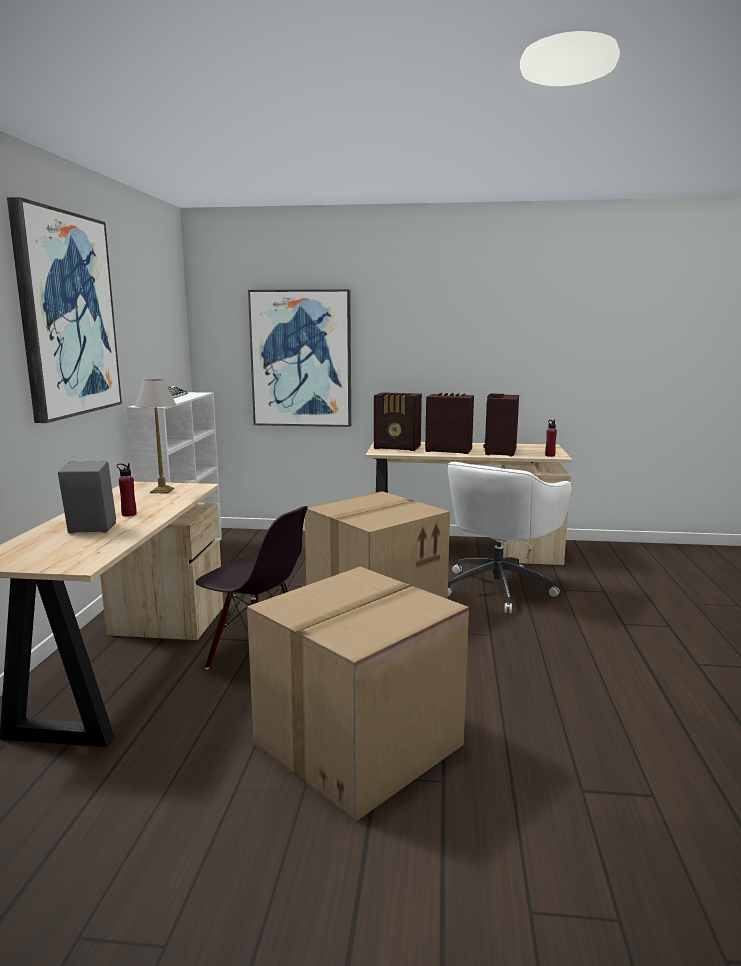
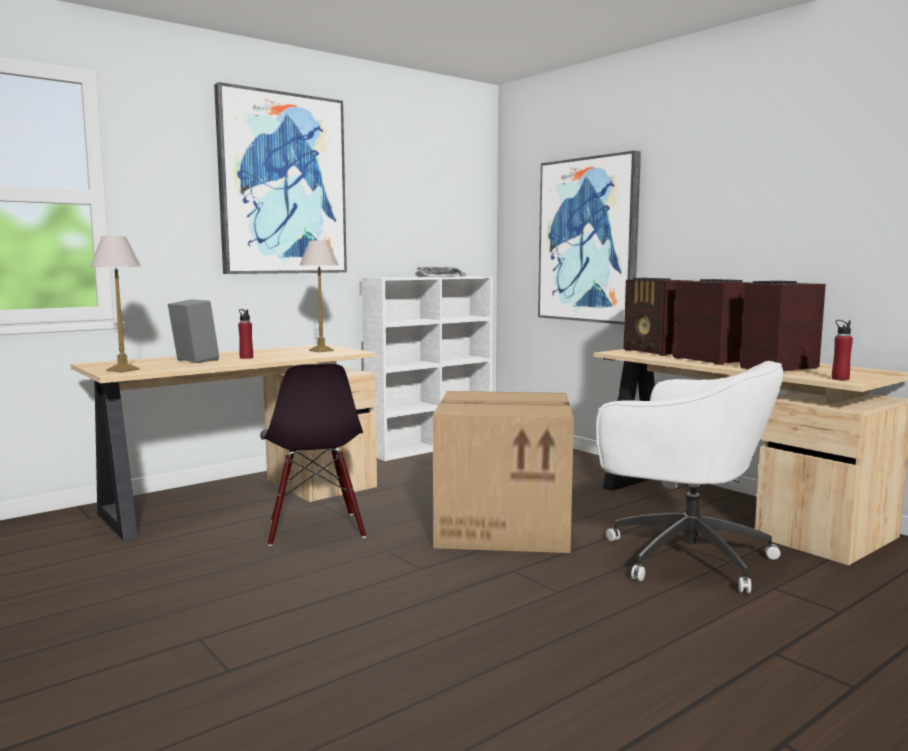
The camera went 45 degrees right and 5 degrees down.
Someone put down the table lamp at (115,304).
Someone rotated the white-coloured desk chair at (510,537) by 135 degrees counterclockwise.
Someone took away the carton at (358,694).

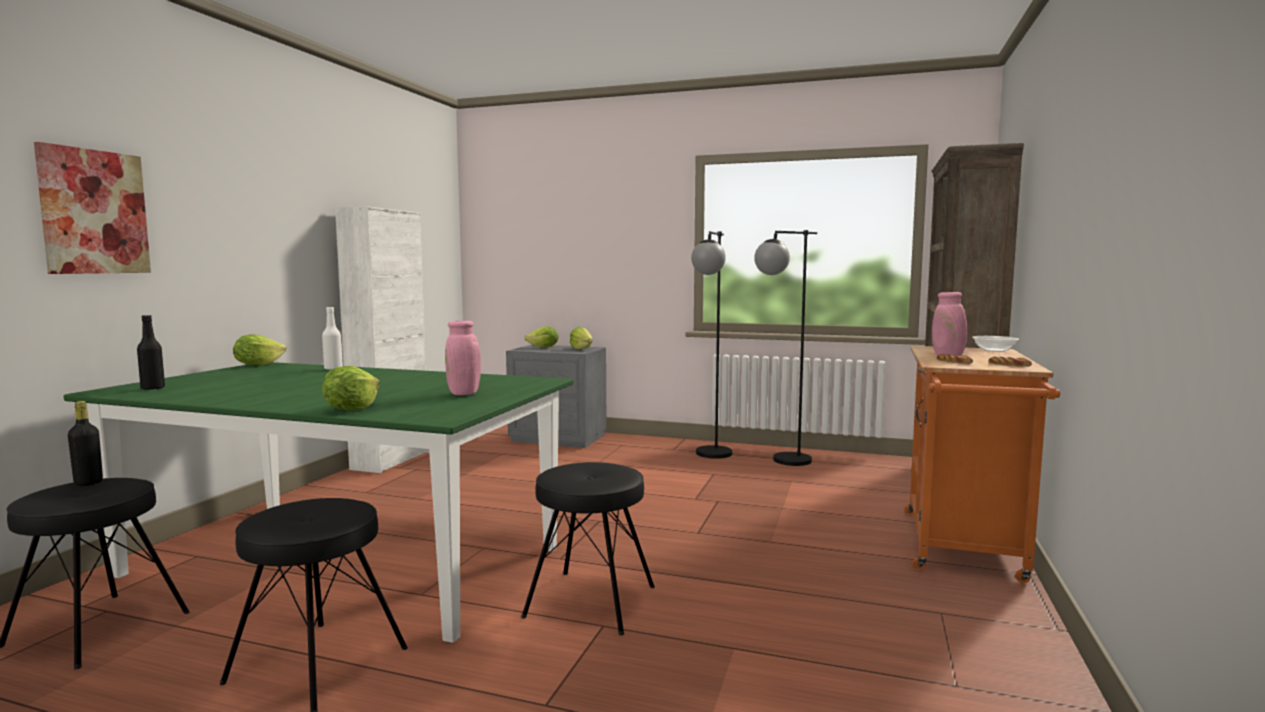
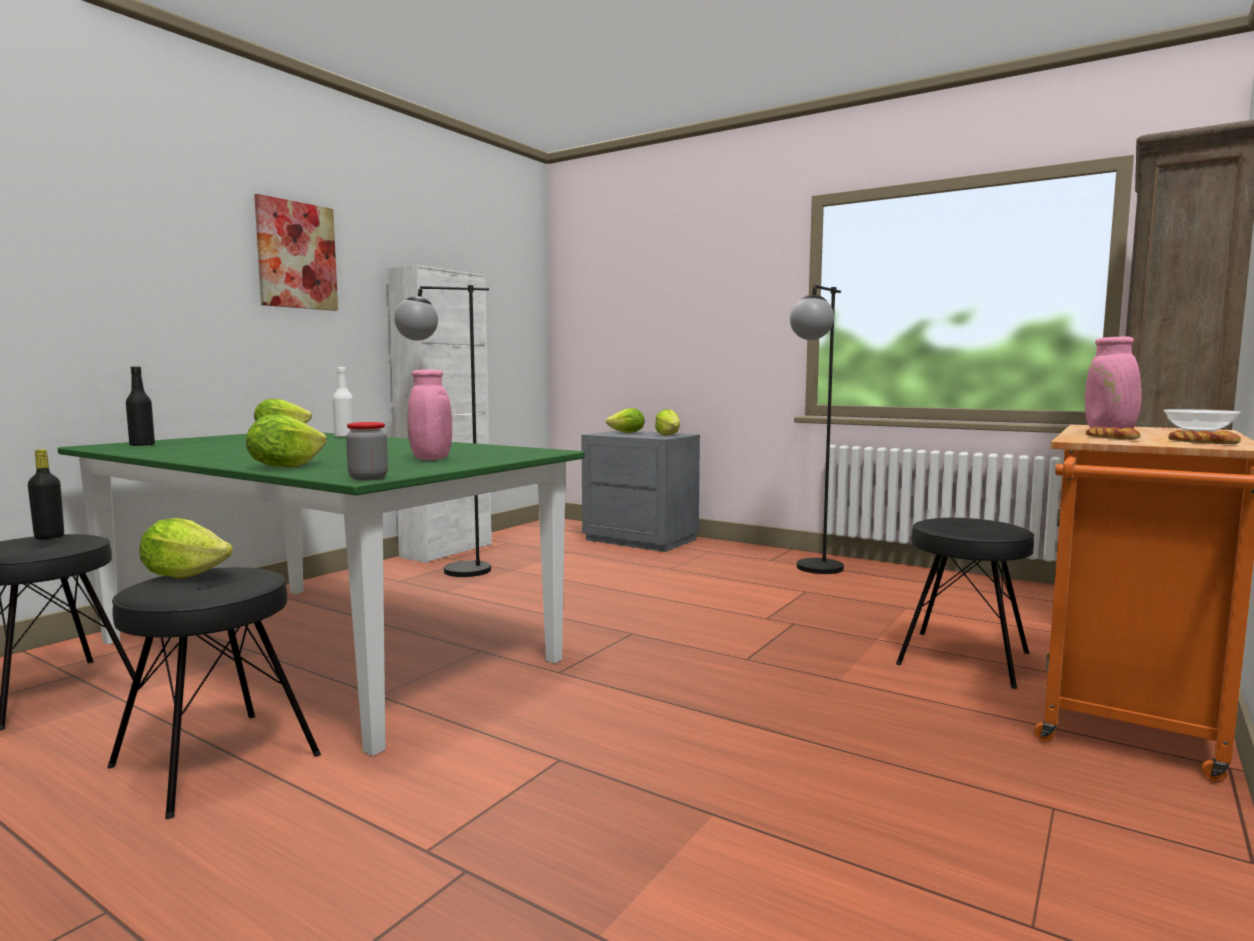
The camera went 15 degrees right and 0 degrees up.
Someone put down the lettuce head at (186,548).
Someone carried the wall art from (92,208) to (296,252).
Someone put down the preserve jar at (367,451).
Someone carried the black standard lamp from (785,348) to (442,431).
Someone carried the black sitting stool from (588,549) to (965,603).

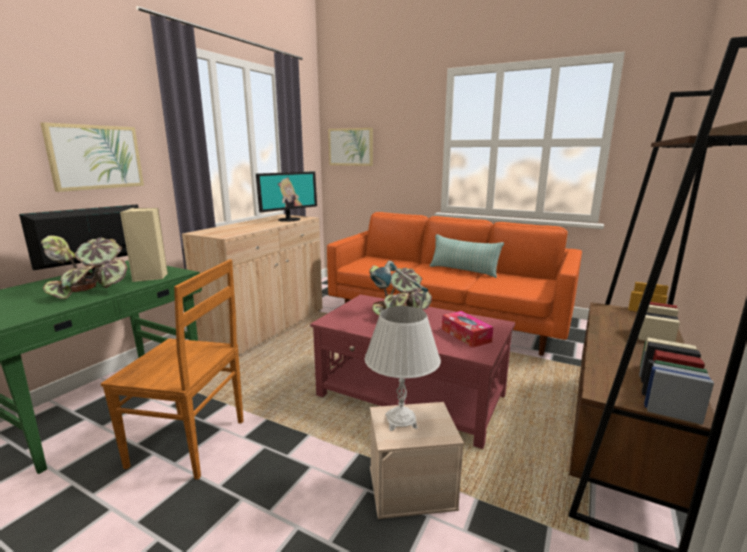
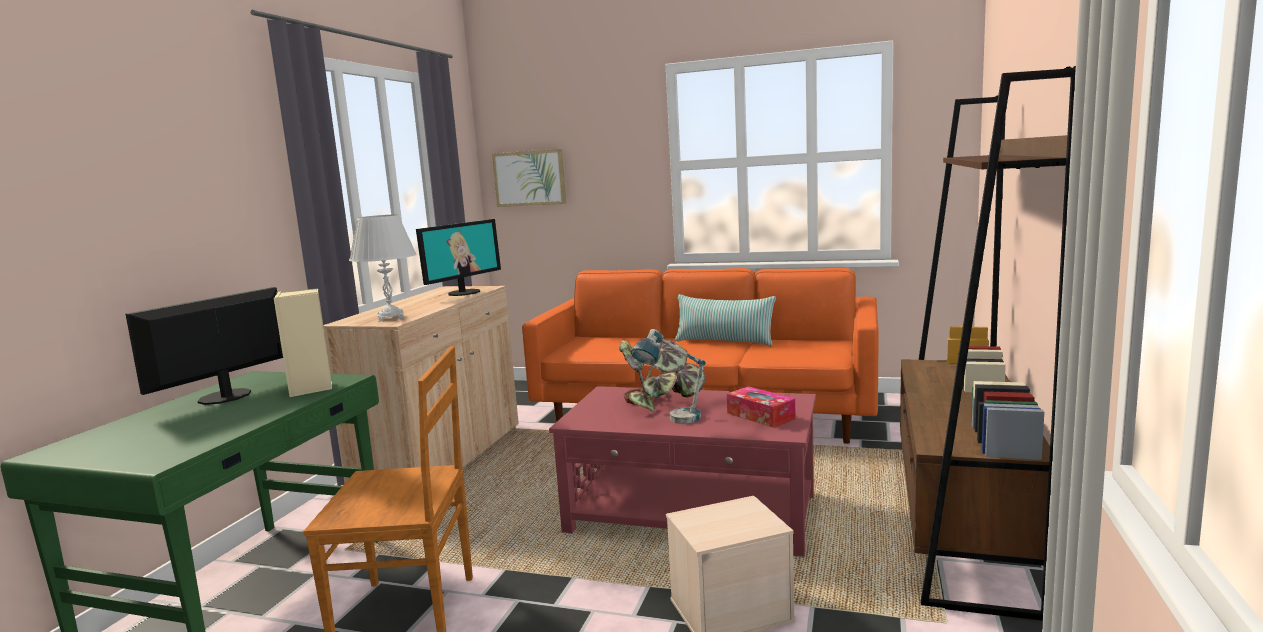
The camera went 10 degrees left and 5 degrees down.
Someone carried the white-coloured table lamp from (402,368) to (383,268).
Someone took away the wall art at (92,157).
Someone took away the plant in a pot at (84,267).

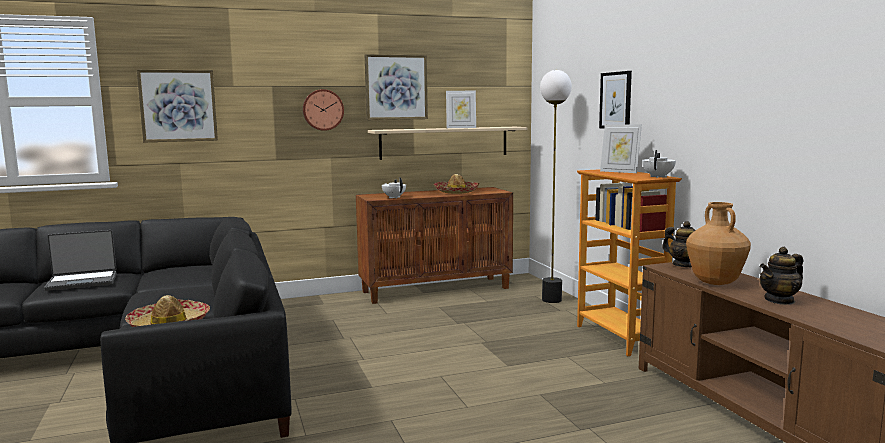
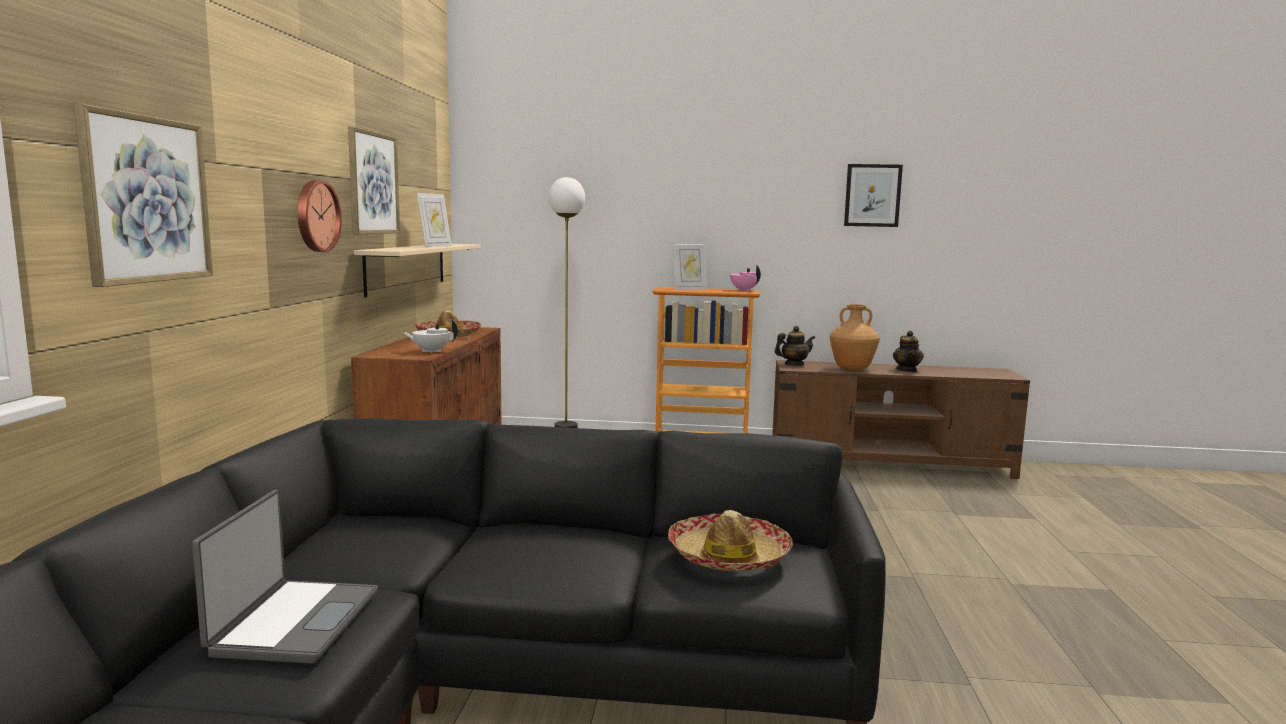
The camera went 65 degrees left and 0 degrees up.
Someone repainted the white-coloured teapot at (659,164), which became the pink-coloured teapot at (745,278).
Someone carried the wall art from (615,100) to (873,195).

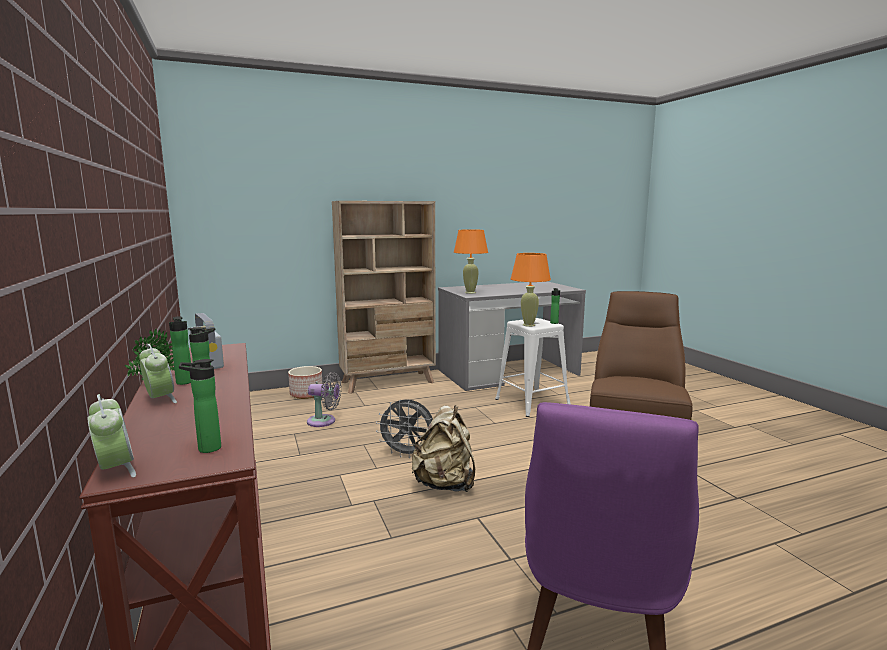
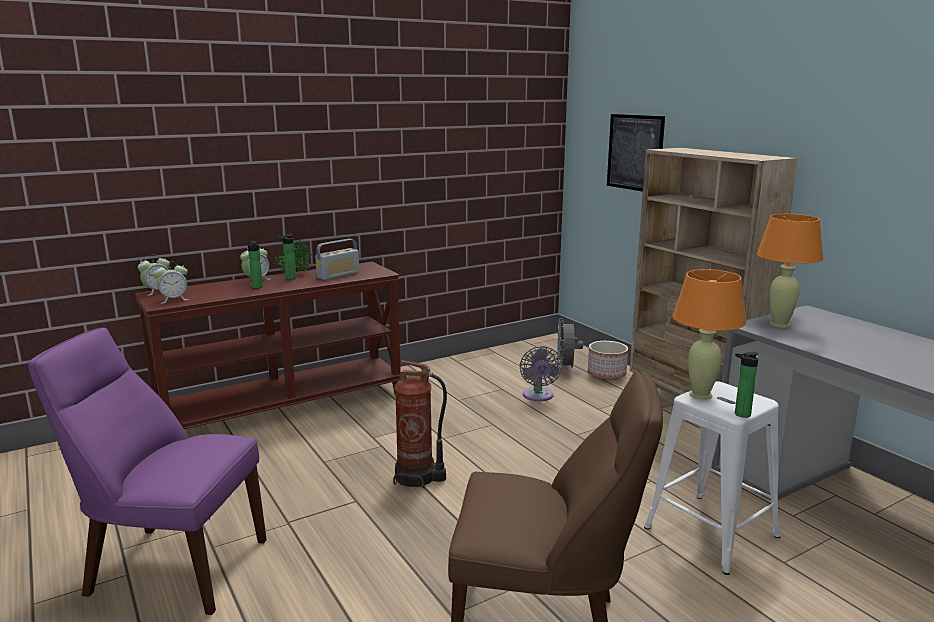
The camera went 80 degrees right and 5 degrees up.
Someone swapped the bottle at (200,406) for the bedside clock at (171,282).
Someone swapped the beige-coloured backpack at (443,448) for the fire extinguisher at (420,424).
Someone carried the gray cooling fan from (404,428) to (570,343).
Someone put up the wall art at (636,153).

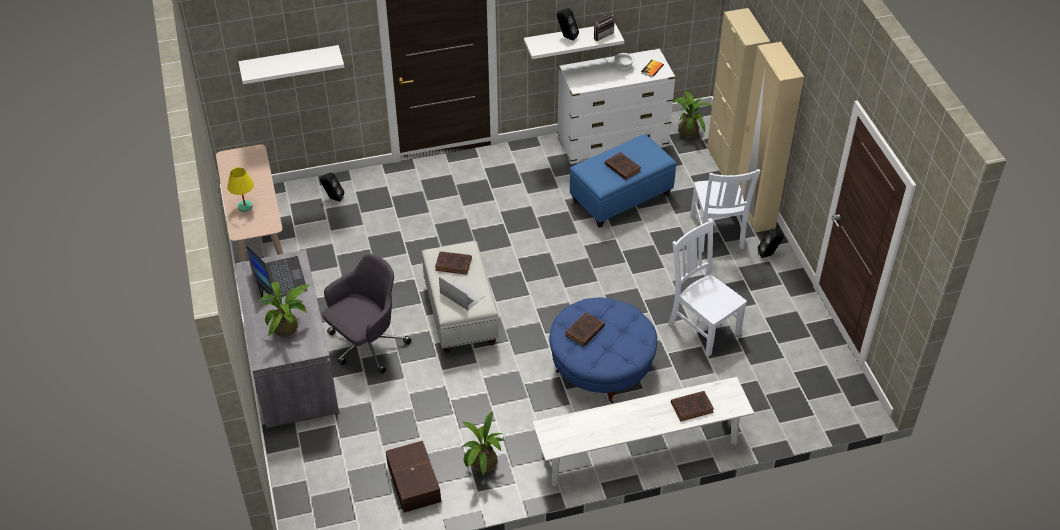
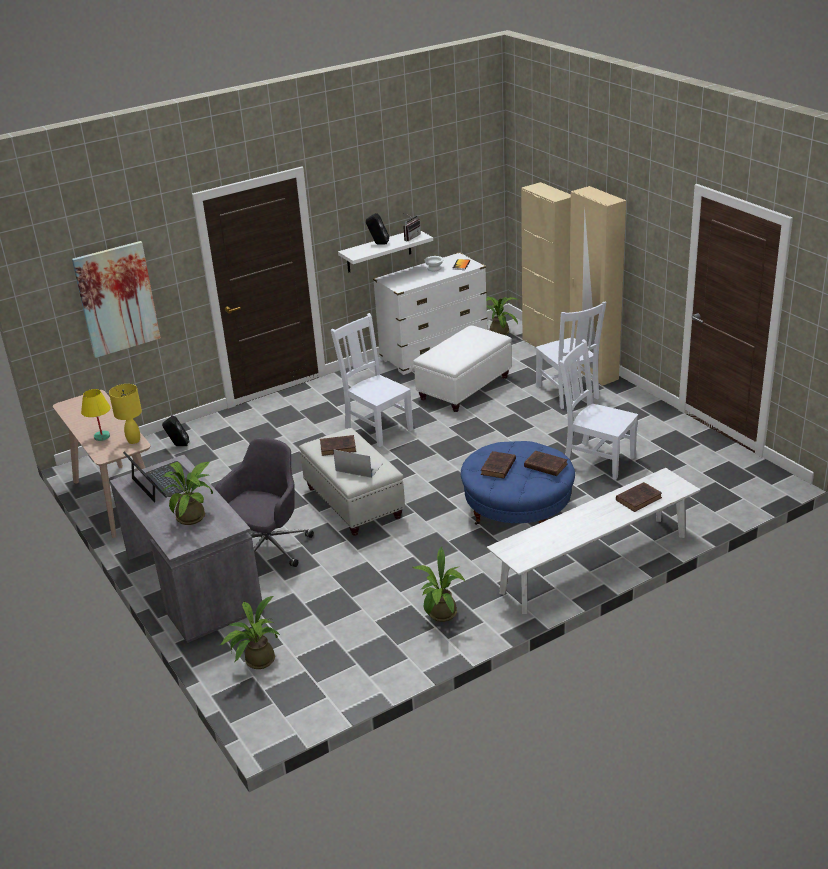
The camera went 15 degrees left and 15 degrees down.
Someone swapped the white-coloured bracket shelf at (291,64) for the wall art at (116,299).
Someone put down the yellow table lamp at (125,414).
Someone put down the plant in a pot at (250,632).
Someone put down the white-coloured plain chair at (372,380).
Someone repainted the bluish pouffe at (623,180), which became the white-coloured pouffe at (462,368).
Someone carried the brown book from (623,166) to (546,463).
Someone took away the brown storage box at (413,477).
Someone took away the black audio speaker at (771,243).

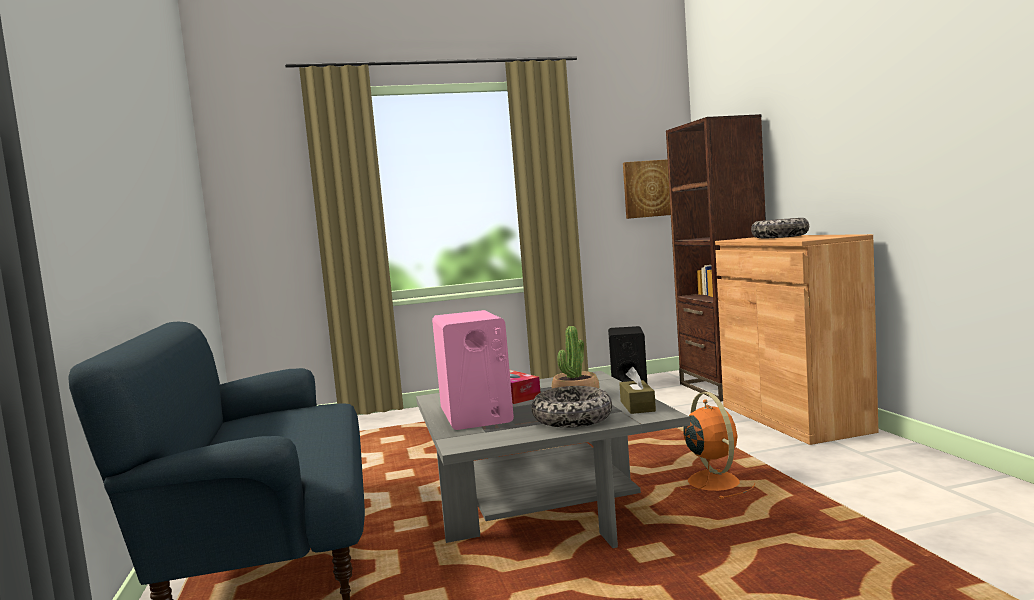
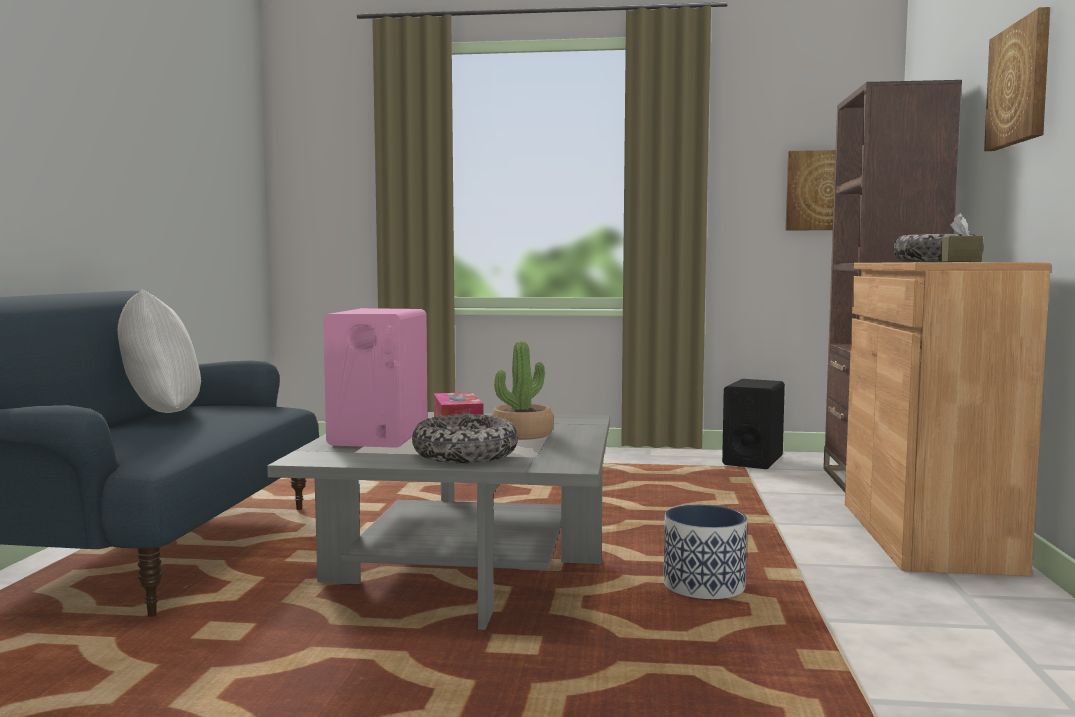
The camera went 20 degrees right and 0 degrees up.
Someone put down the white-coloured pillow at (159,351).
Someone swapped the orange-coloured cooling fan at (717,445) for the flower pot at (705,552).
Someone carried the brown tissue box from (637,390) to (961,237).
Someone put up the wall art at (1017,79).

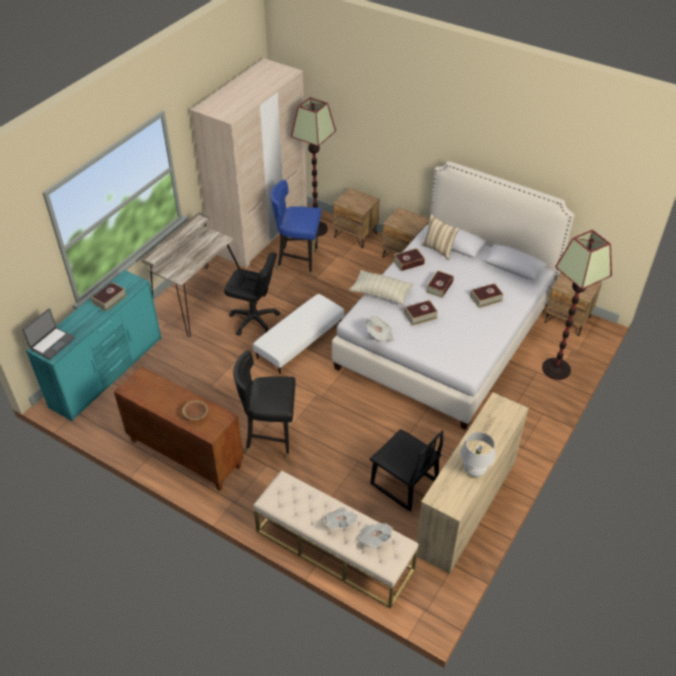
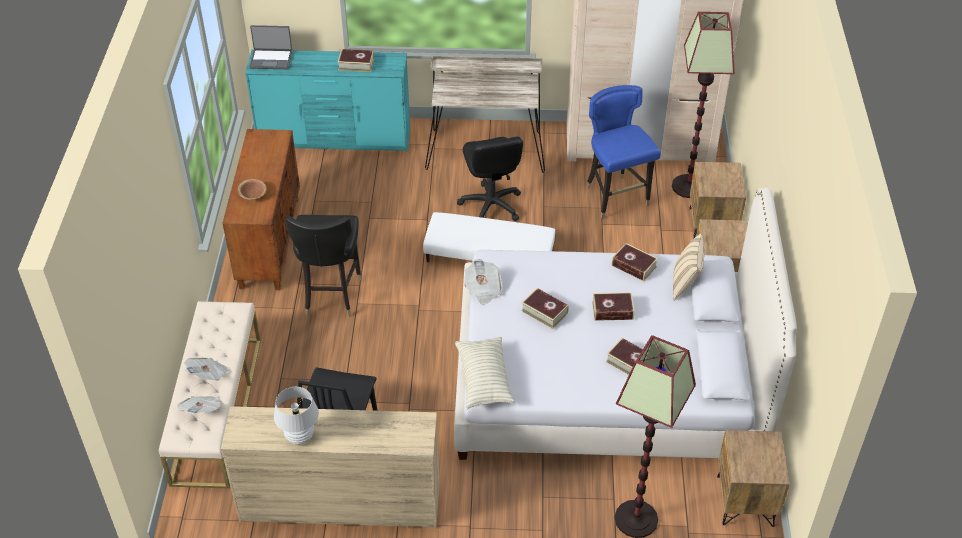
The camera went 60 degrees right and 0 degrees up.
Someone rotated the black plain chair at (264,404) by 150 degrees counterclockwise.
Someone carried the pillow from (381,287) to (485,373).

